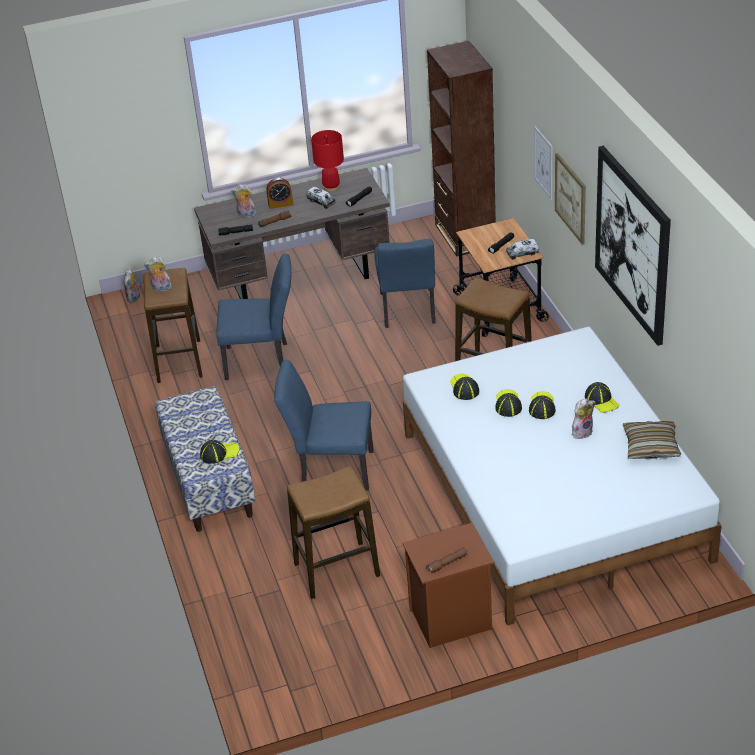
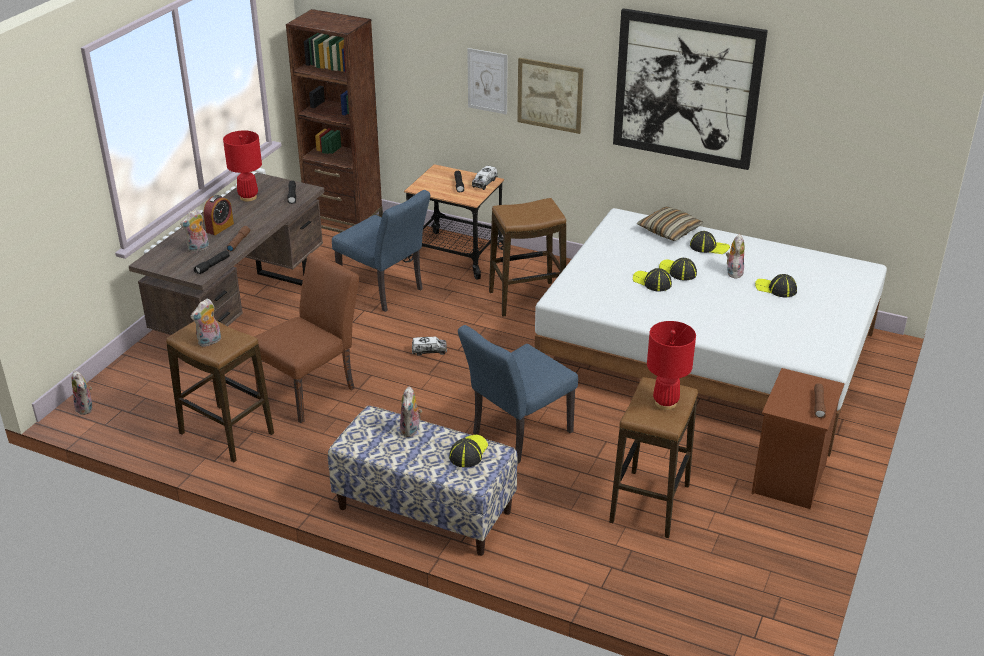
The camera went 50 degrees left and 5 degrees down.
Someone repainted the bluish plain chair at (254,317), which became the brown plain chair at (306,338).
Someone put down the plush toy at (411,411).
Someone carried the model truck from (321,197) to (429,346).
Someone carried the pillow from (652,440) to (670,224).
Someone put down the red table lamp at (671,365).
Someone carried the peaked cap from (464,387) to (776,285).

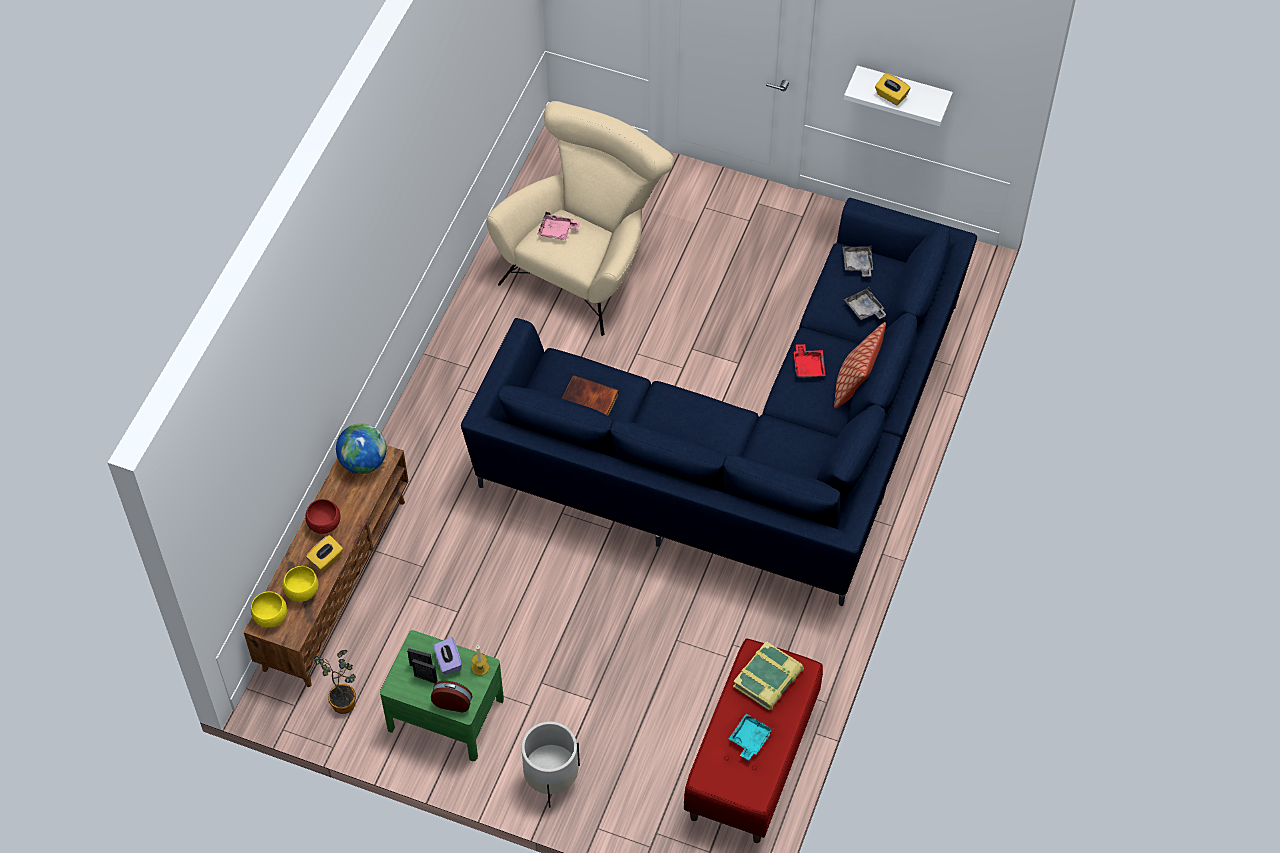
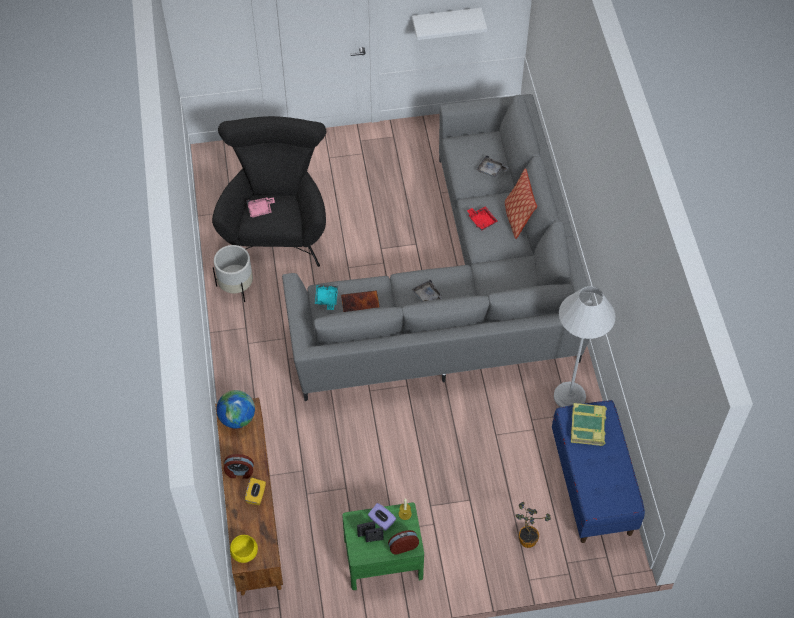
The camera went 30 degrees left and 0 degrees up.
Someone repainted the beige-coloured easy chair at (580,218), which became the black easy chair at (269,191).
Someone carried the white-coloured flower pot from (550,764) to (233,273).
Someone swapped the red bowl at (323,516) for the bedside clock at (239,466).
Someone repainted the bluish couch at (719,402), which became the gray couch at (438,247).
Someone carried the turquoise carrying tray from (751,737) to (326,297).
Someone carried the gray carrying tray from (858,261) to (427,290).
Someone carried the plant in a pot from (335,682) to (533,525).
Someone repainted the red bench at (753,741), which became the bluish bench at (598,471).
Someone put down the white-coloured standard lamp at (584,346).
Someone took away the yellow bowl at (300,584).
Someone took away the yellow tissue box at (892,89).

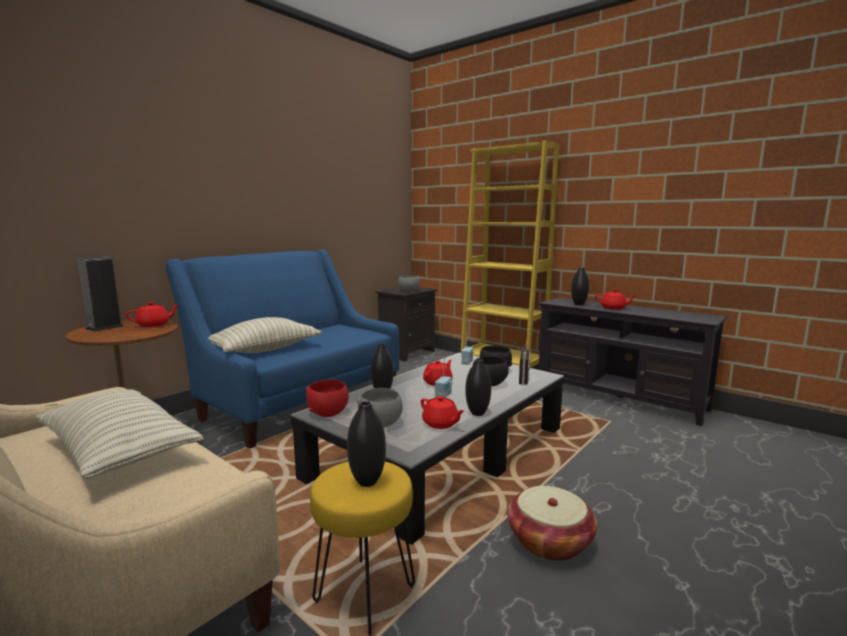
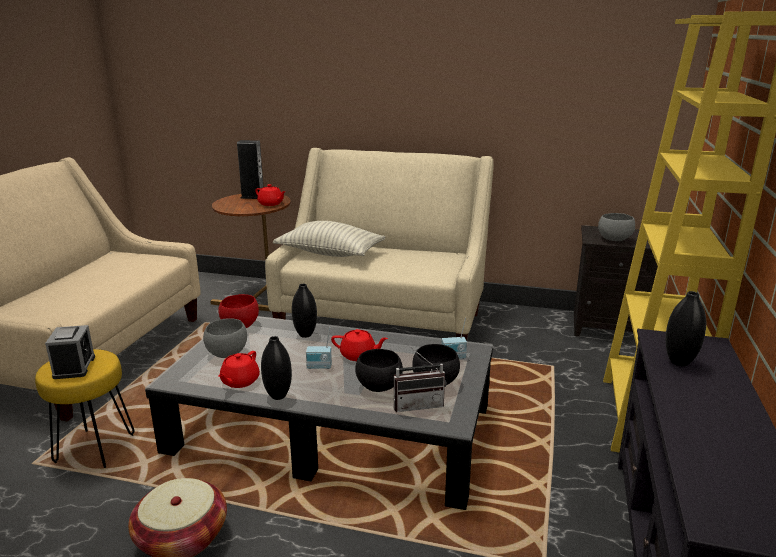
The camera went 65 degrees right and 10 degrees up.
Someone swapped the black decorative vase at (366,444) for the bedside clock at (70,352).
Someone repainted the bluish couch at (282,348), which became the beige-coloured couch at (379,244).
Someone took away the pillow at (120,434).
Someone took away the red teapot at (615,299).

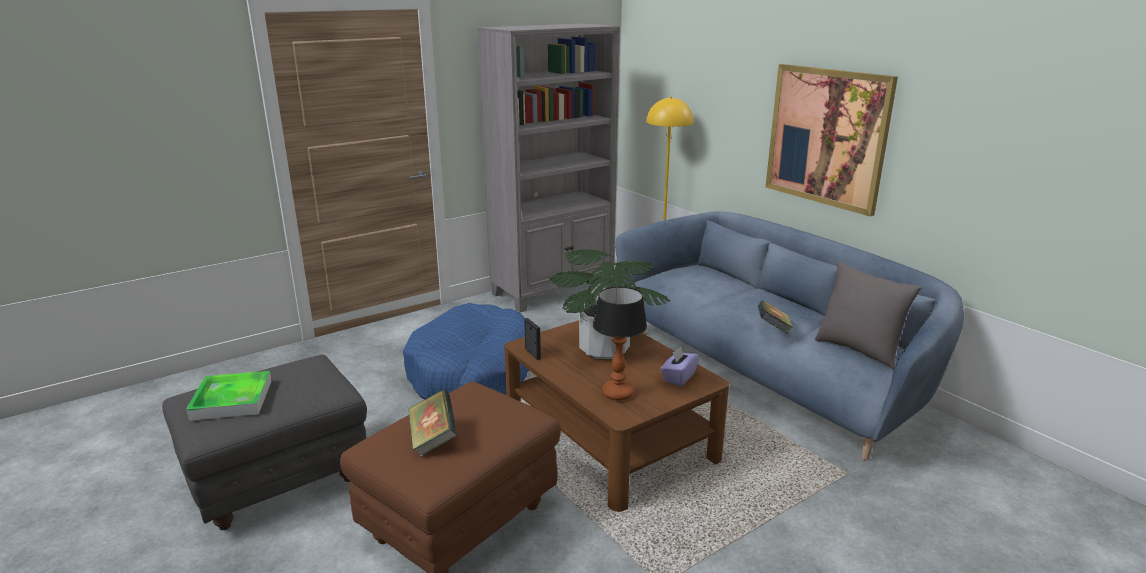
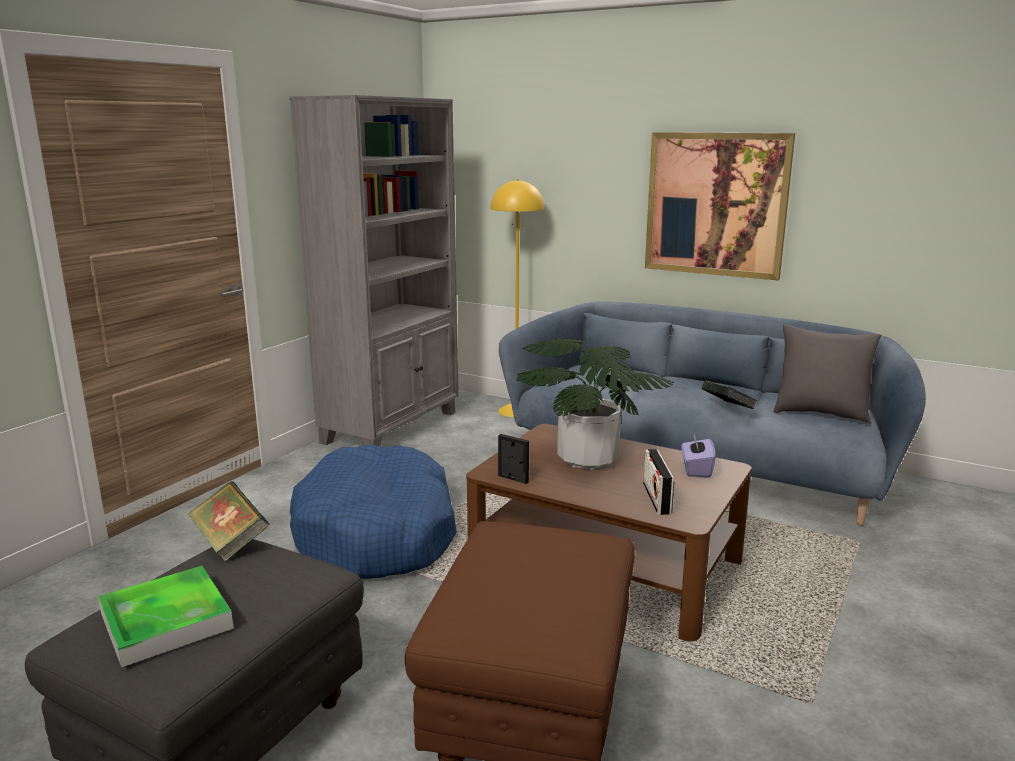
The camera went 25 degrees left and 5 degrees down.
Someone carried the book from (432,423) to (228,521).
Someone swapped the table lamp at (620,343) for the radio receiver at (658,482).

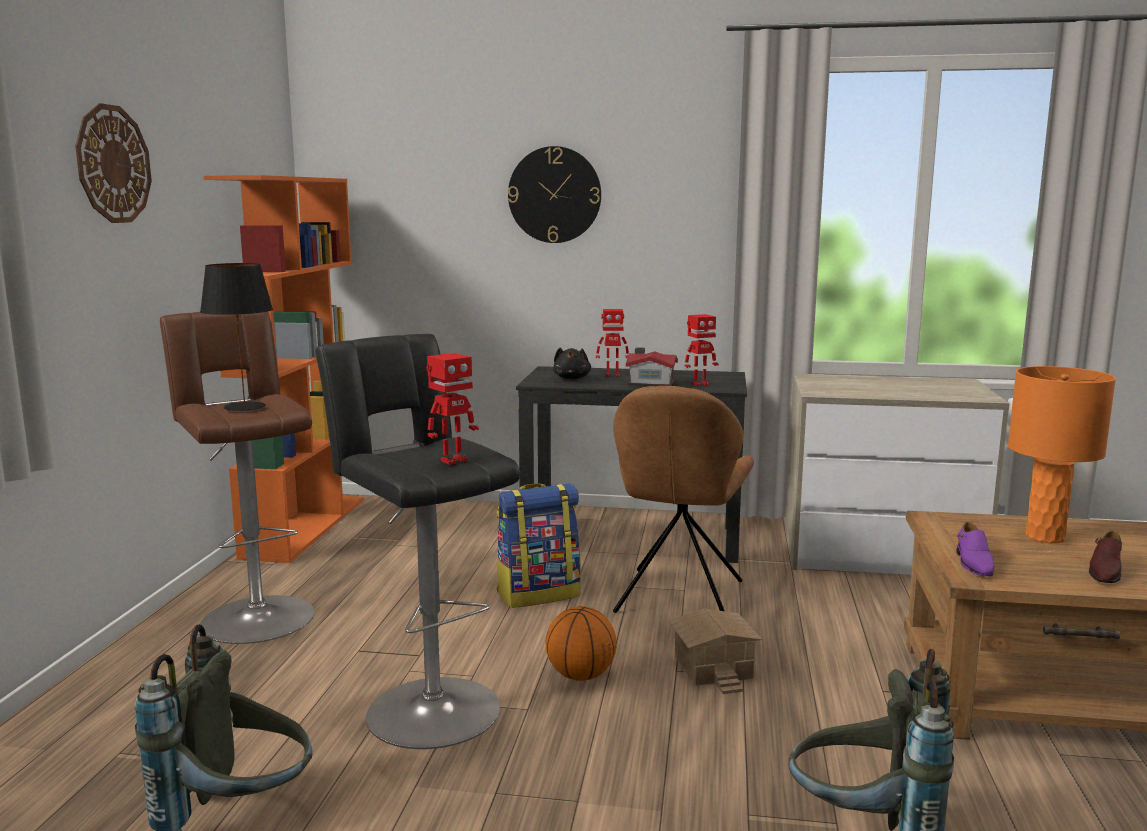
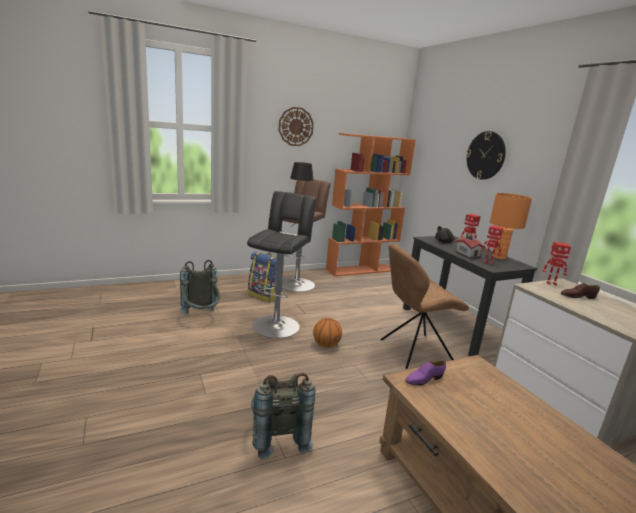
The camera went 55 degrees right and 5 degrees up.
Someone carried the backpack from (538,545) to (262,277).
Someone carried the orange-coloured table lamp from (1062,454) to (511,226).
Someone carried the toy robot from (452,409) to (557,263).
Someone carried the brown item of footwear from (1105,557) to (580,291).
Someone took away the toy house at (715,651).

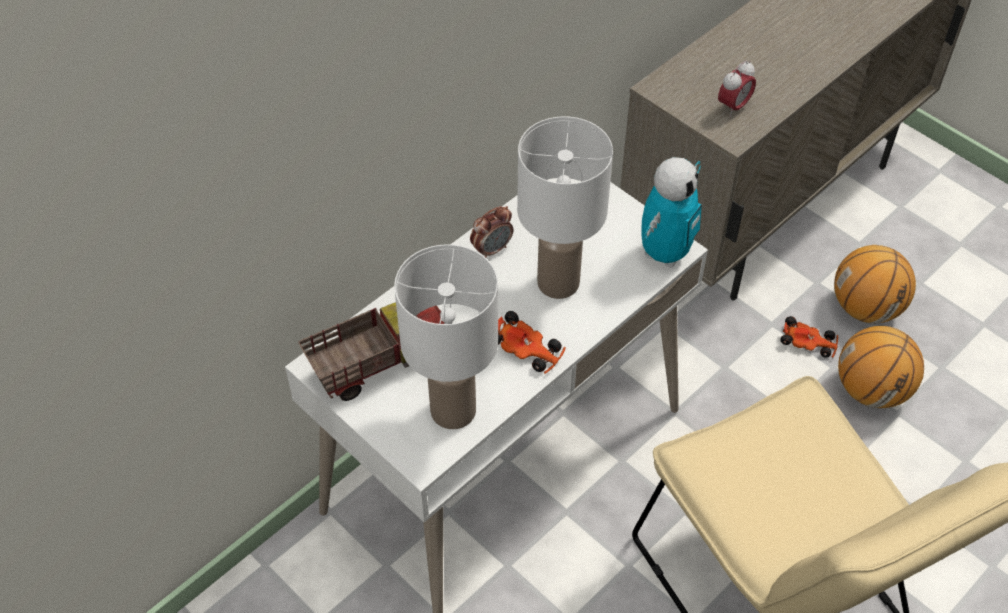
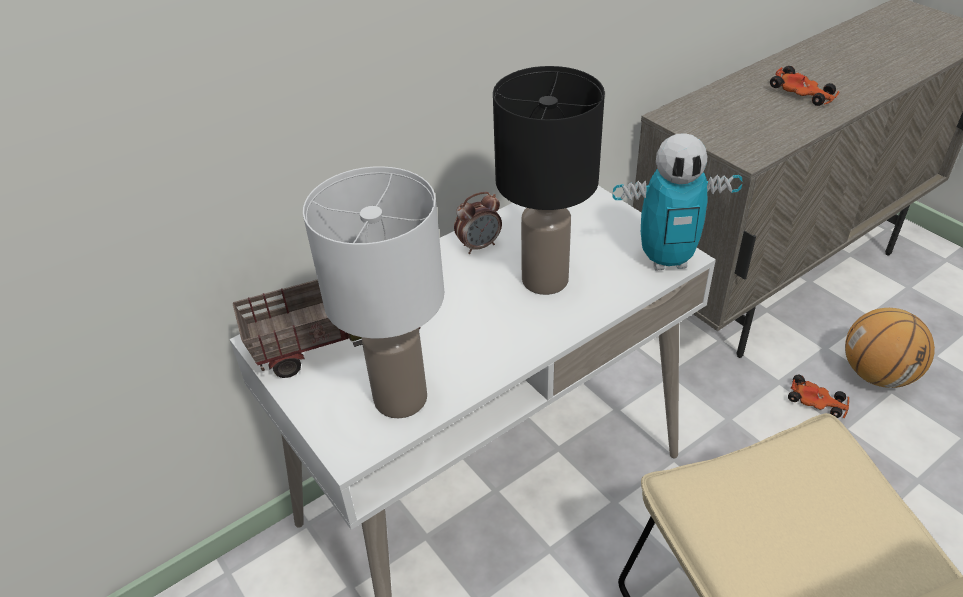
The camera went 10 degrees right and 10 degrees down.
Someone repainted the white-coloured table lamp at (565,207), which became the black table lamp at (549,180).
Someone rotated the toy robot at (672,212) by 45 degrees clockwise.
Someone carried the model car from (532,342) to (805,86).
Someone took away the bedside clock at (737,89).
Someone took away the ball for basketball at (881,367).

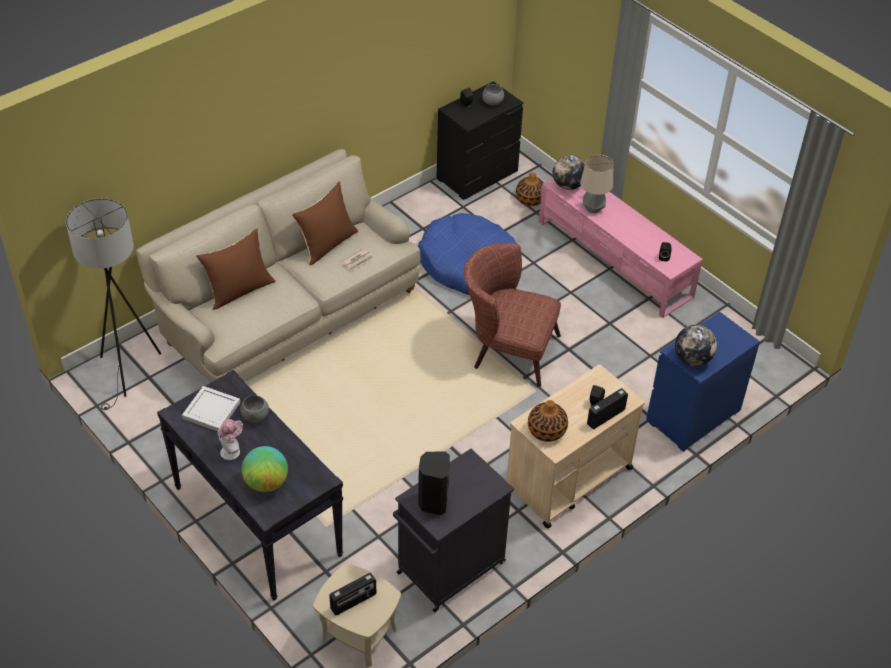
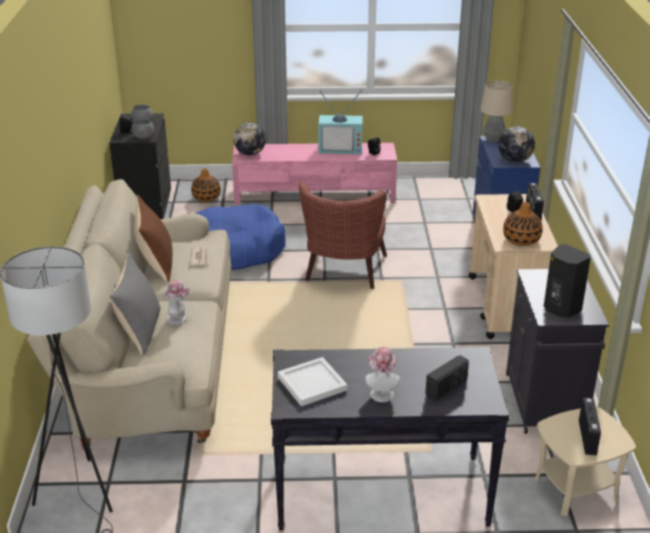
The camera went 50 degrees left and 15 degrees down.
Someone repainted the brown pillow at (235,269), which became the gray pillow at (135,303).
Someone carried the gray bowl from (254,409) to (143,129).
Someone put down the hat at (177,302).
Someone rotated the brown easy chair at (512,315) by 45 degrees counterclockwise.
Someone put down the television at (340,121).
Someone swapped the world globe at (265,469) for the radio receiver at (447,378).
Someone carried the table lamp from (596,183) to (496,111).

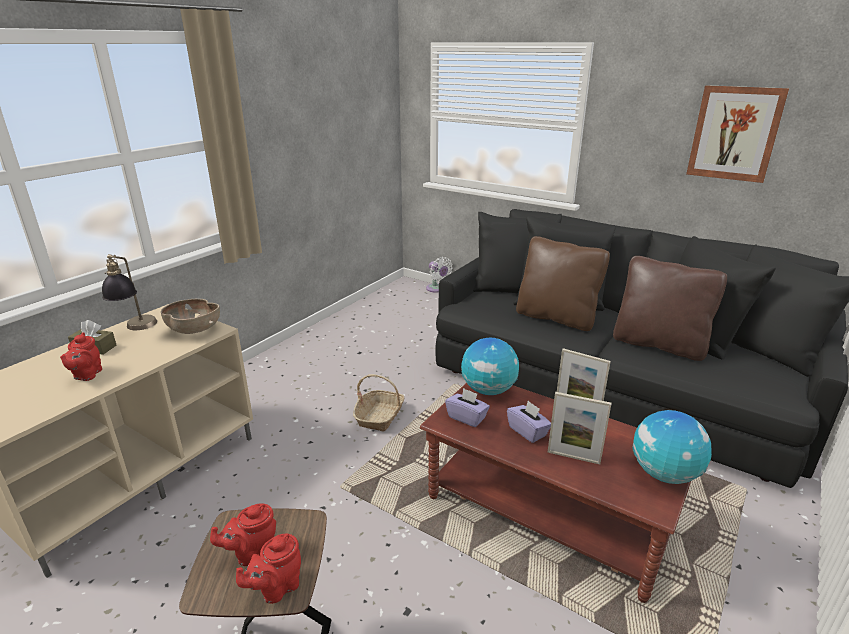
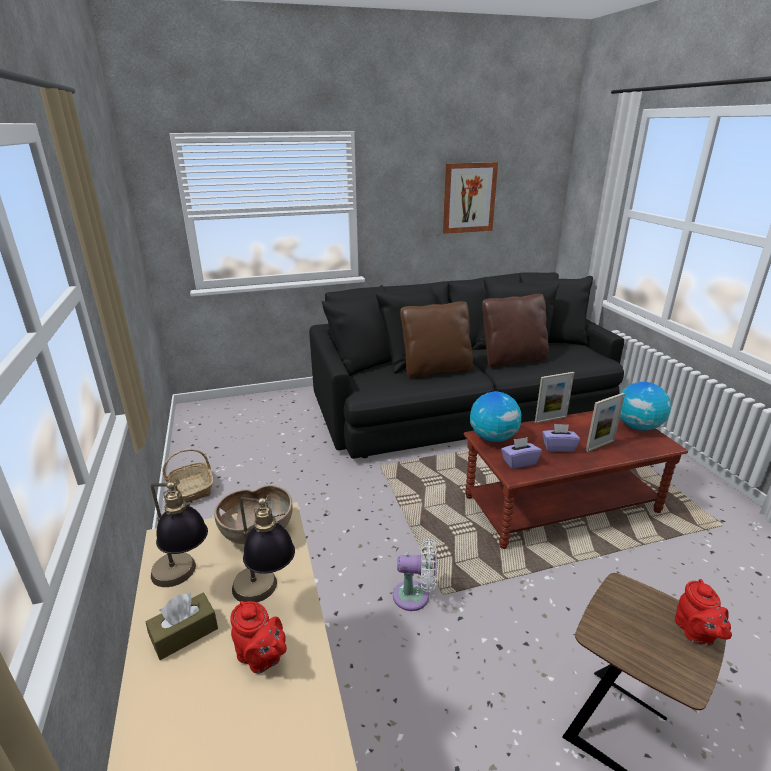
The camera went 50 degrees left and 0 degrees up.
Someone carried the storage basket from (378,403) to (188,476).
Someone put down the table lamp at (263,548).
Someone carried the white-coloured cooling fan from (439,275) to (415,575).
Someone took away the red teapot at (243,534).

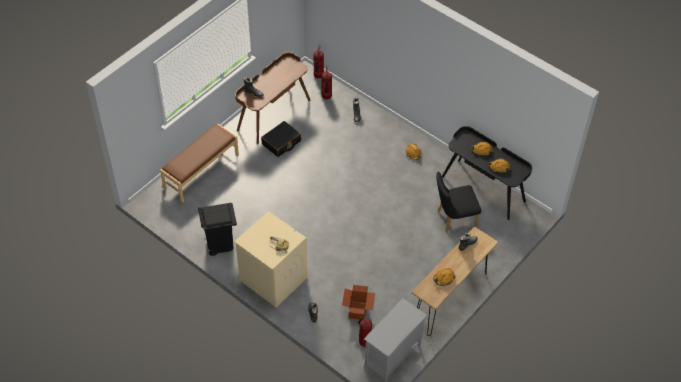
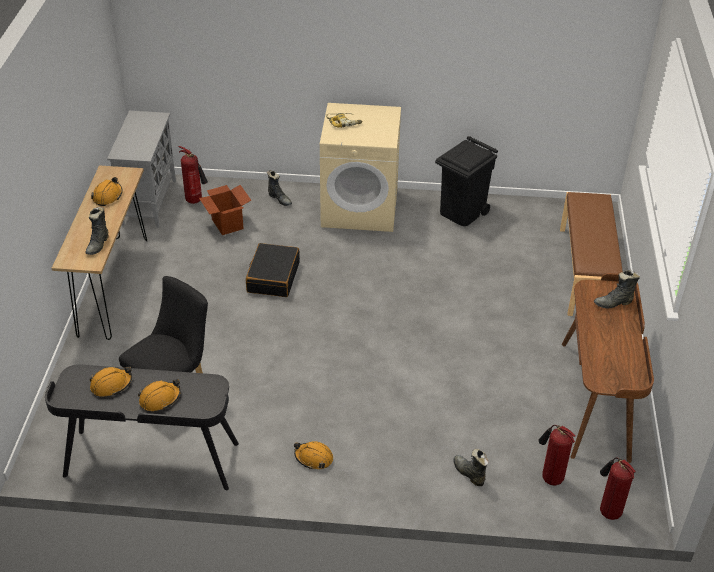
The camera went 145 degrees right and 10 degrees down.
Someone carried the black suitcase from (281,139) to (273,270).

